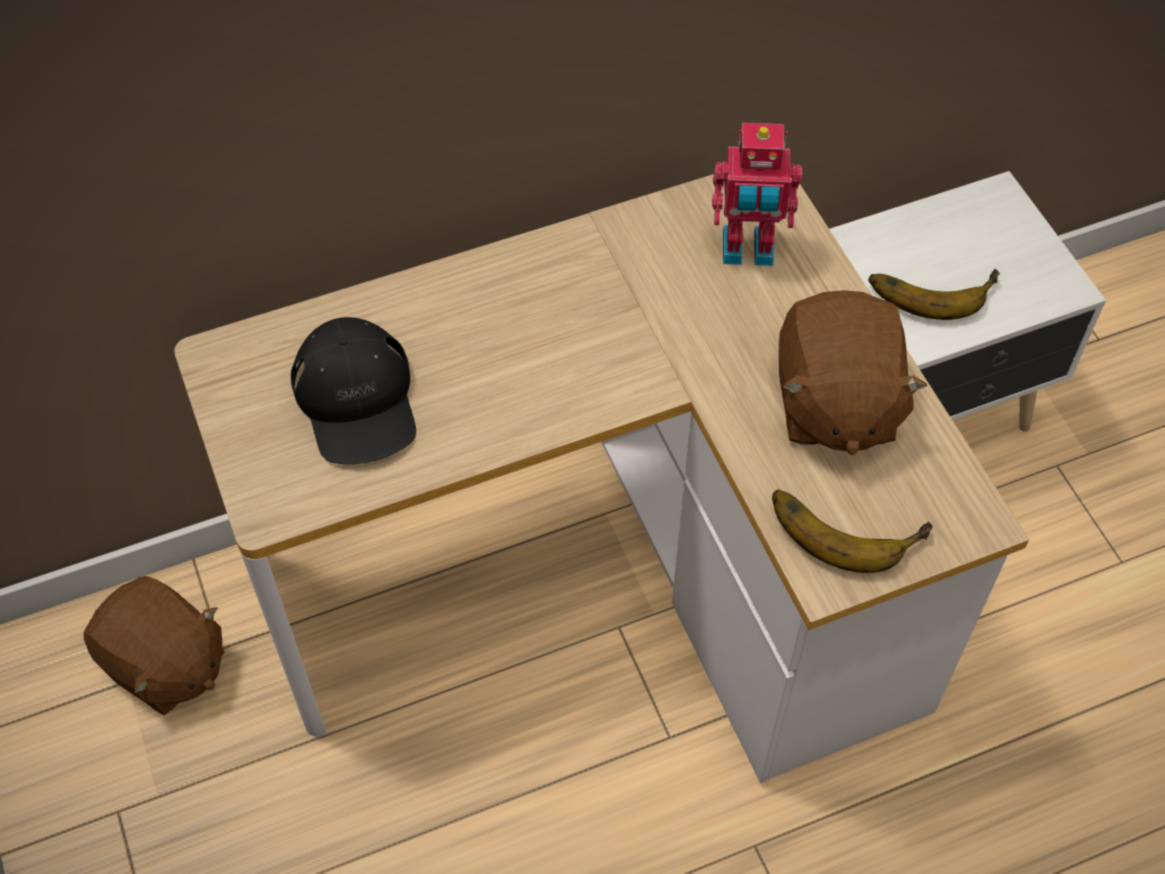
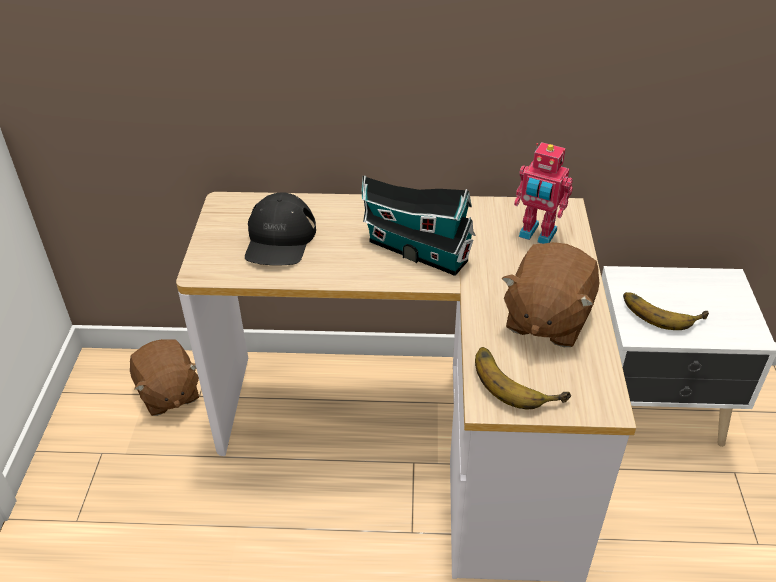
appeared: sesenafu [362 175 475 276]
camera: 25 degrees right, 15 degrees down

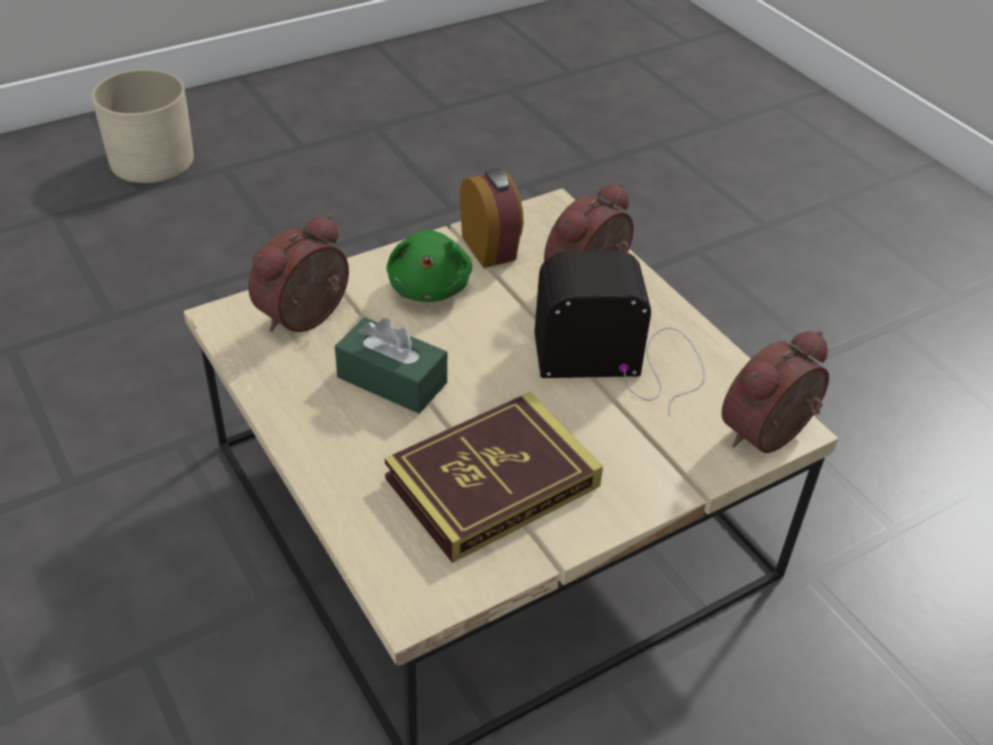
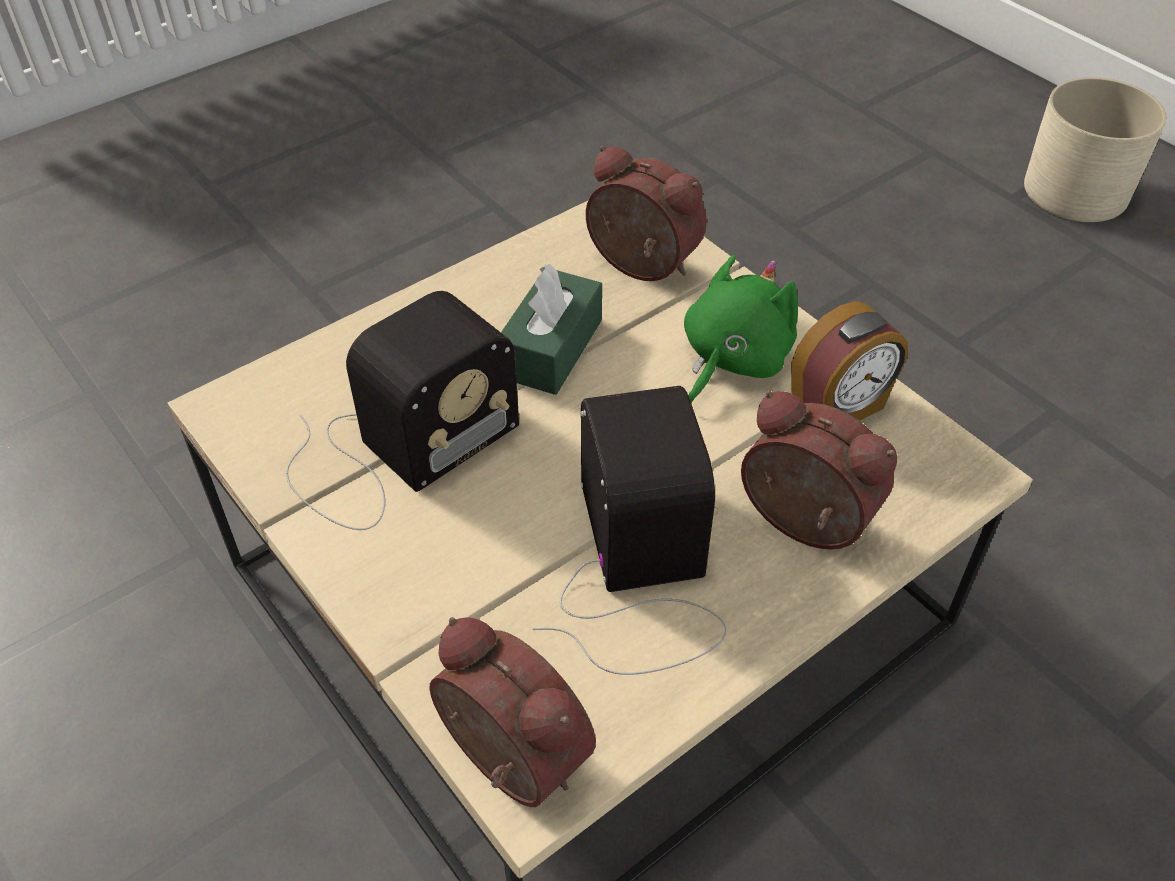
exchanged: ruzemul [384 392 603 563] to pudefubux [286 291 519 530]
spun: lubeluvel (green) [386 230 472 302] = [684 255 798 404] 135 degrees clockwise
camera: 85 degrees right, 5 degrees up

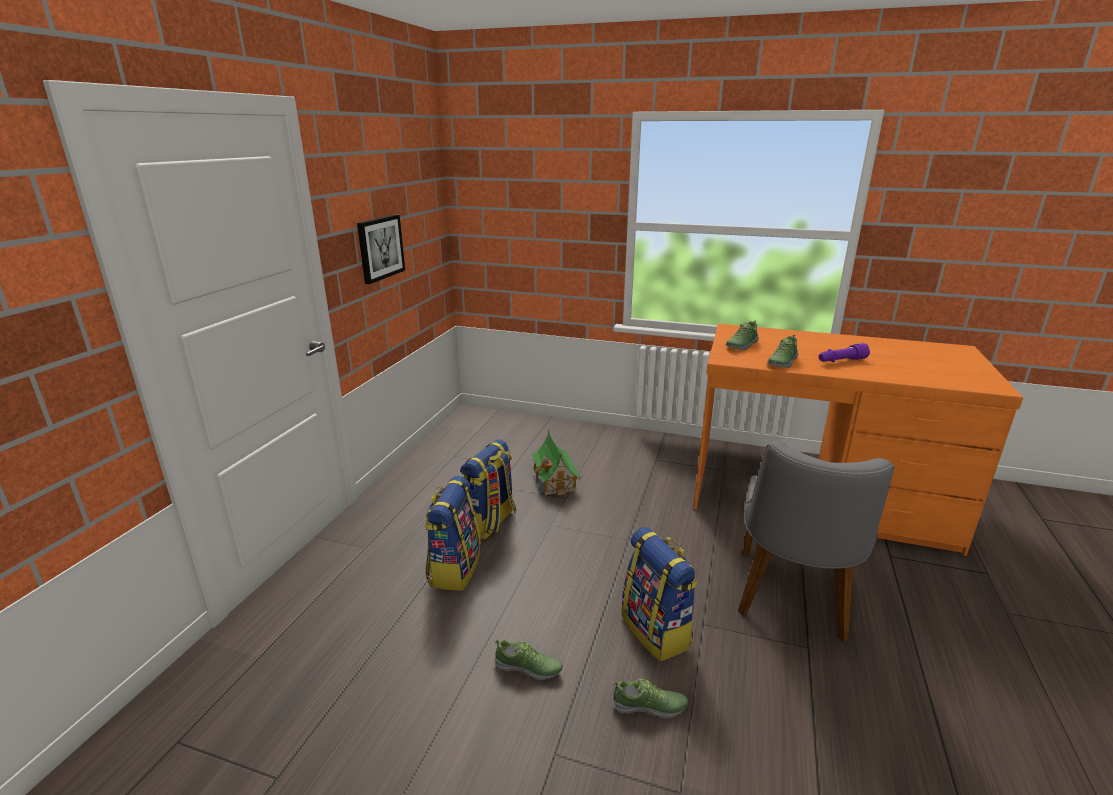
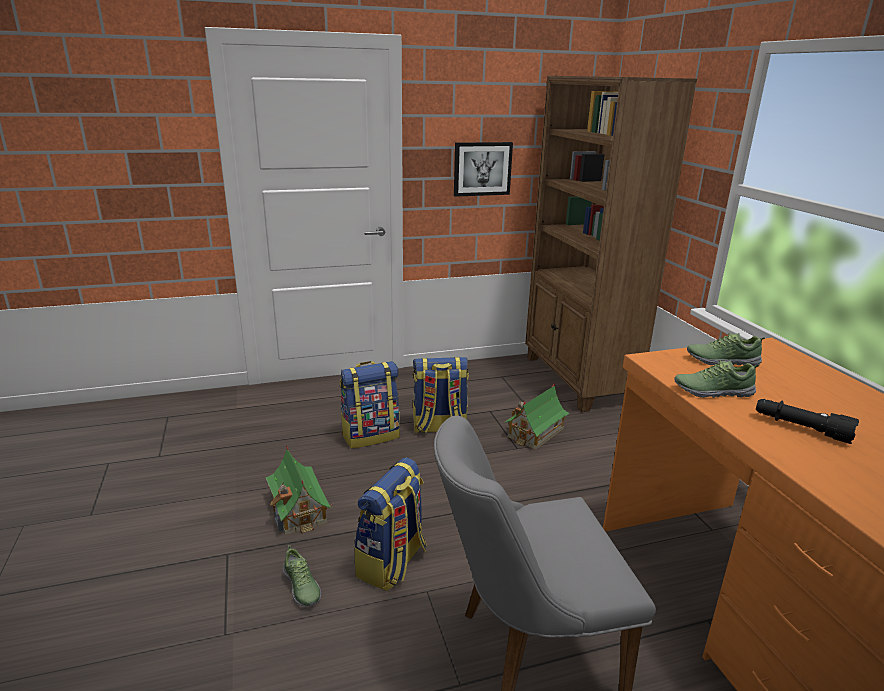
appeared: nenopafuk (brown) [525 76 697 412]
exchanged: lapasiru [494 640 563 680] to sesenafu [266 445 333 535]
colour: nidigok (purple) [819 343 870 362] to nidigok (black) [756 399 859 444]
camera: 55 degrees right, 0 degrees up

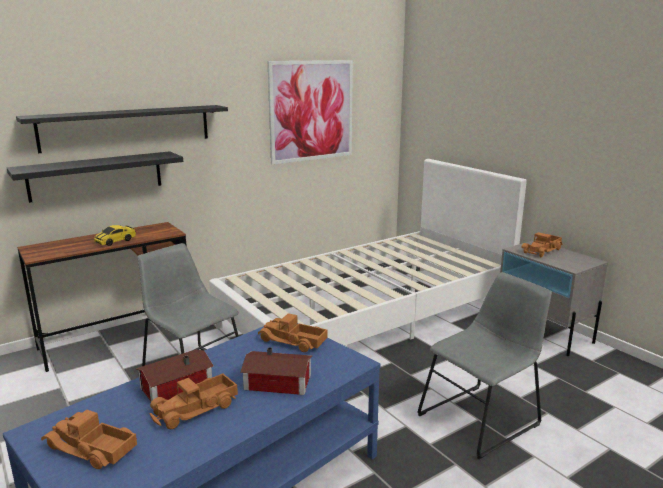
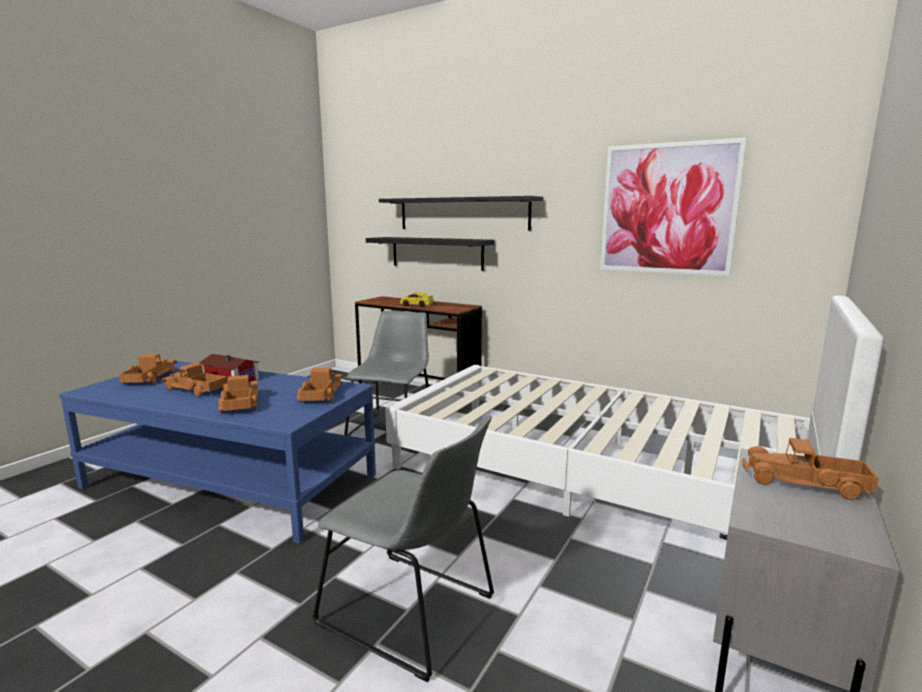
exchanged: sesenafu [240 347 312 395] to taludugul [218 375 258 413]
camera: 65 degrees right, 5 degrees down

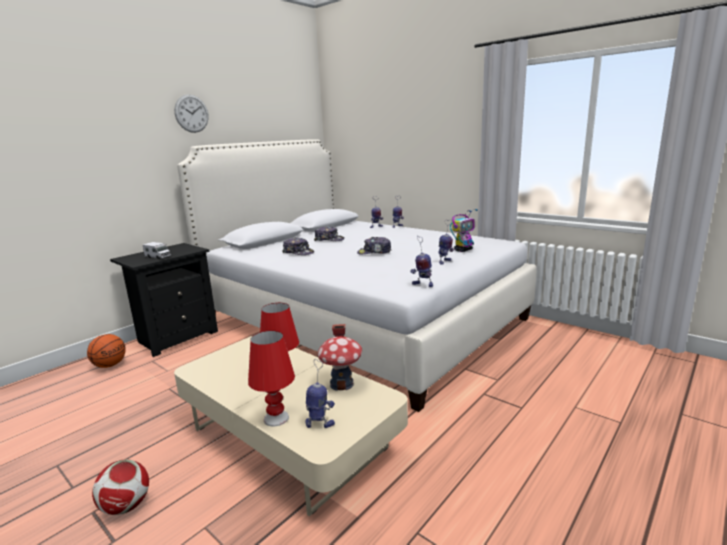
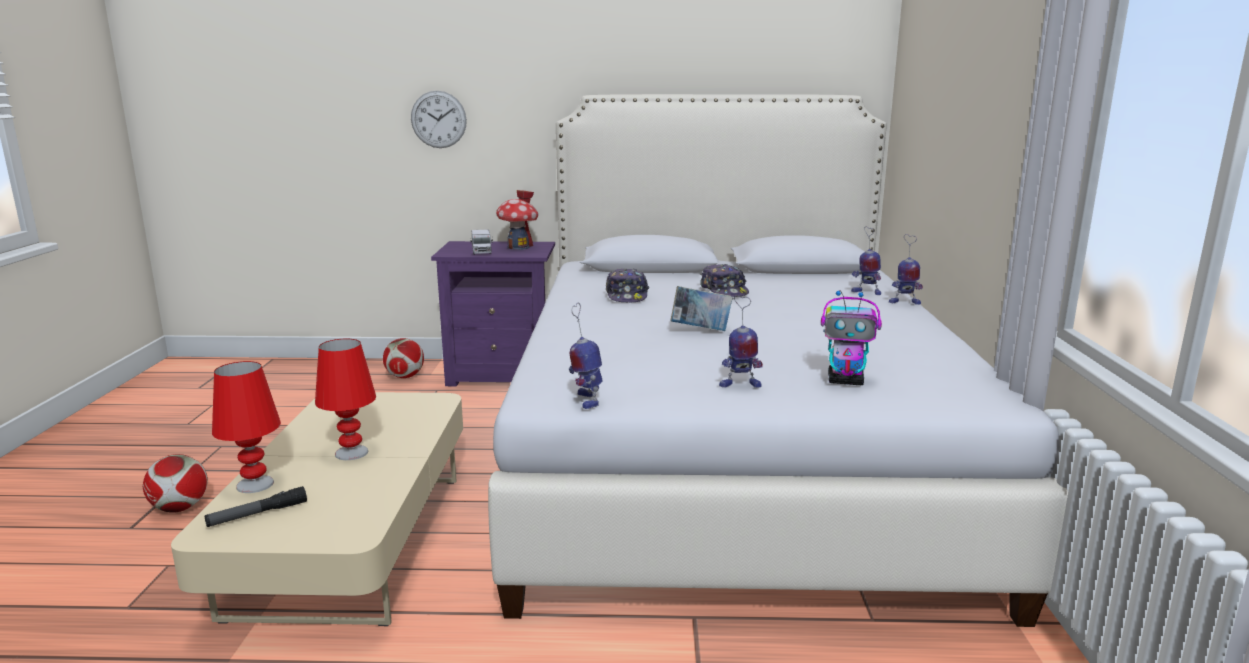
relocated: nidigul [174 94 209 133] to [411 91 467 148]; sesenafu [318 324 362 391] to [496 190 538 250]
exchanged: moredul [357 237 392 255] to ruzemul [671 286 733 331]; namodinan [87 334 126 368] to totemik [383 338 424 378]; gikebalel [305 359 335 428] to nidigok [205 486 307 527]
colour: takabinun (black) [110 243 218 357] to takabinun (purple) [431 241 555 386]
camera: 50 degrees right, 0 degrees up

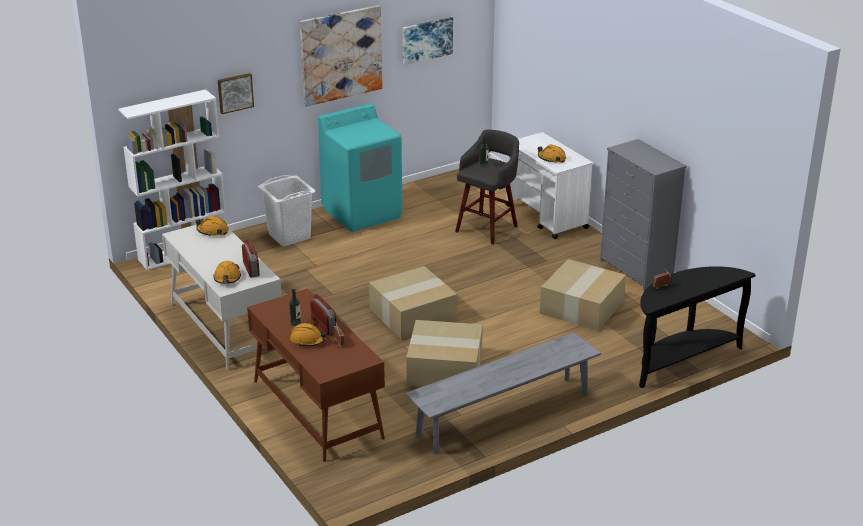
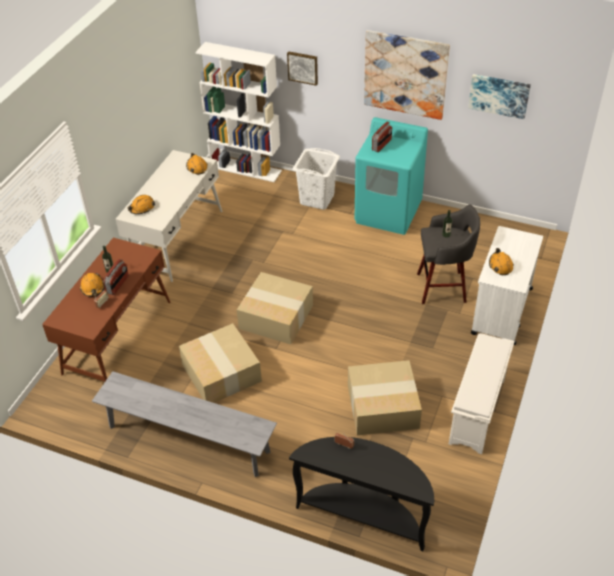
relocated: pudefubux [242 239 260 277] to [372 121 392 152]
exchanged: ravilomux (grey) [600 139 687 291] to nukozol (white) [449 333 514 454]
camera: 55 degrees right, 15 degrees up

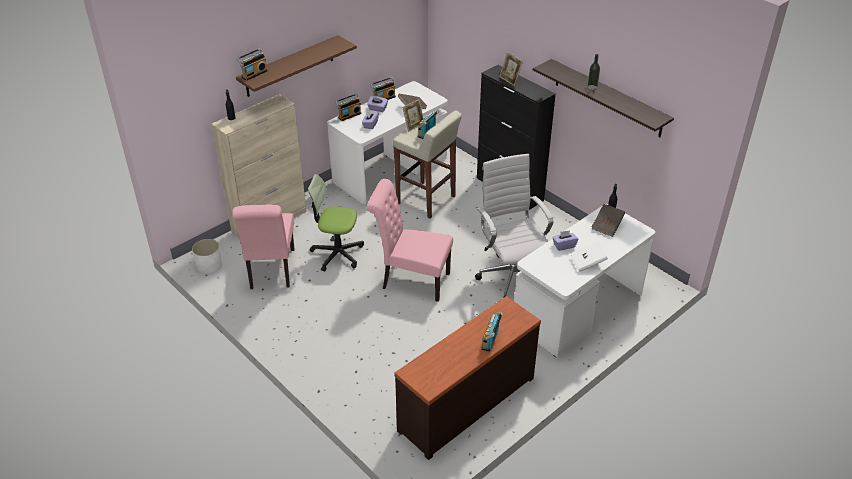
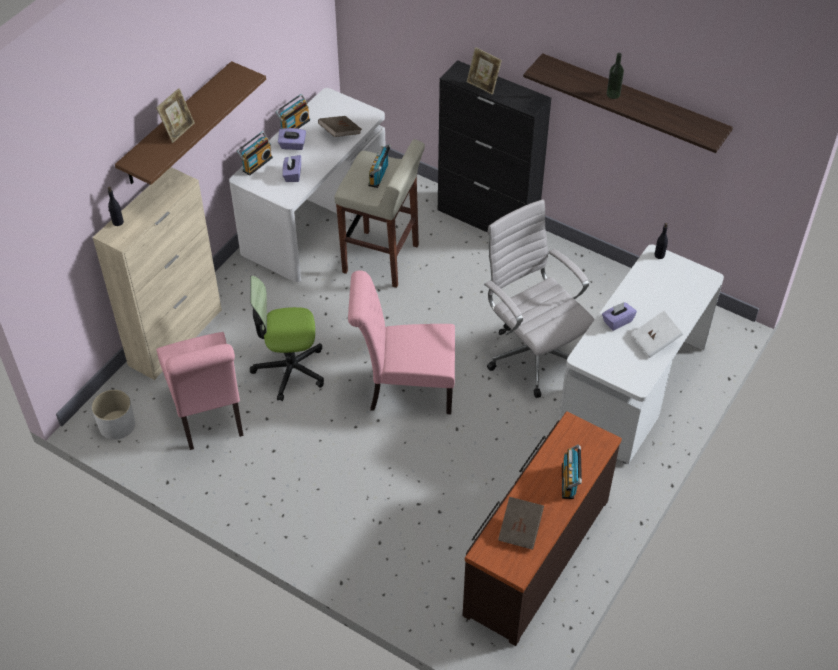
missing: pudefubux [237 48 268 81]
relocated: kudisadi [402 99 424 132] to [156 88 195 143]; ruzemul (brown) [592 204 625 237] to [498 497 544 550]
camera: 15 degrees left, 10 degrees up

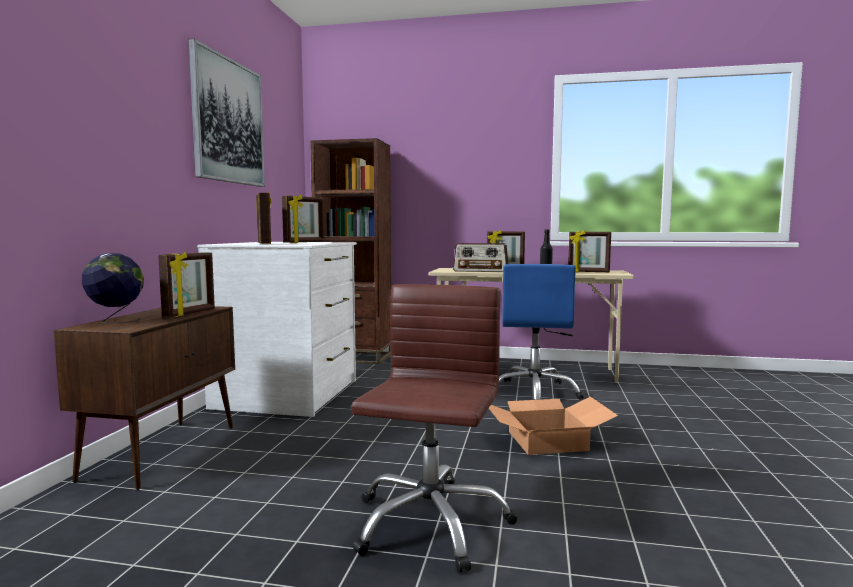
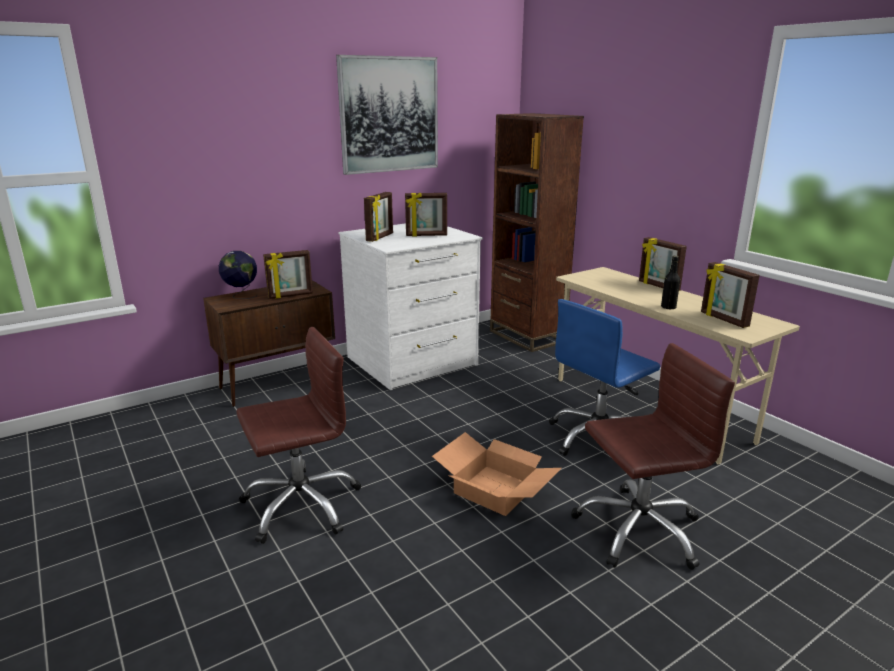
missing: pudefubux [453 243 508 272]
appeared: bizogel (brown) [571 343 735 570]
camera: 45 degrees right, 15 degrees up

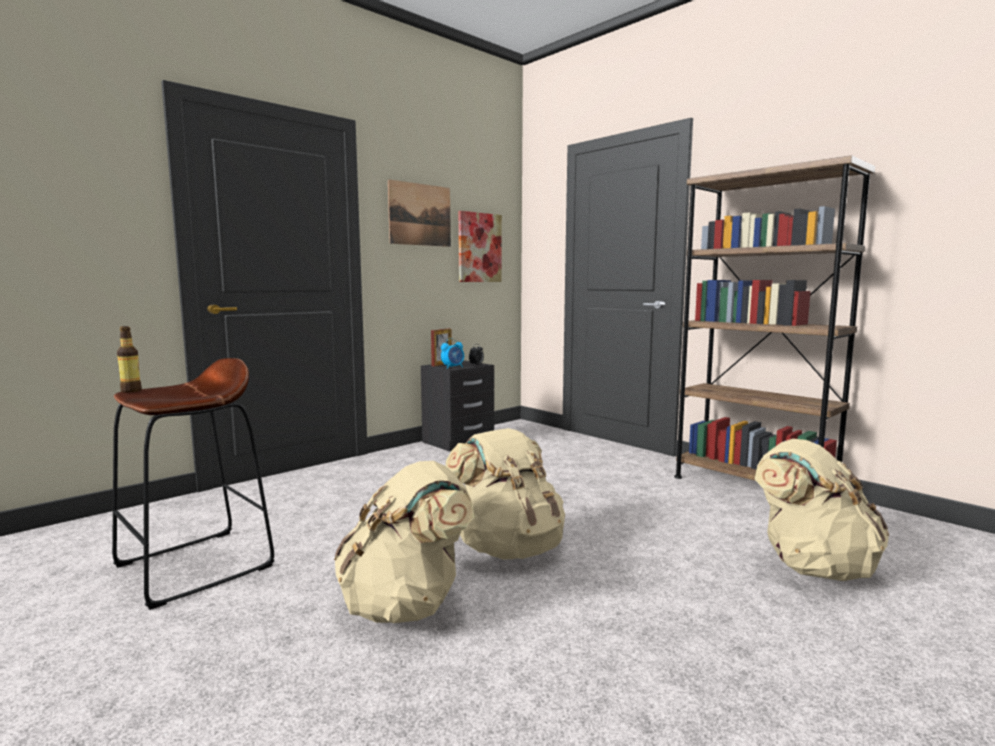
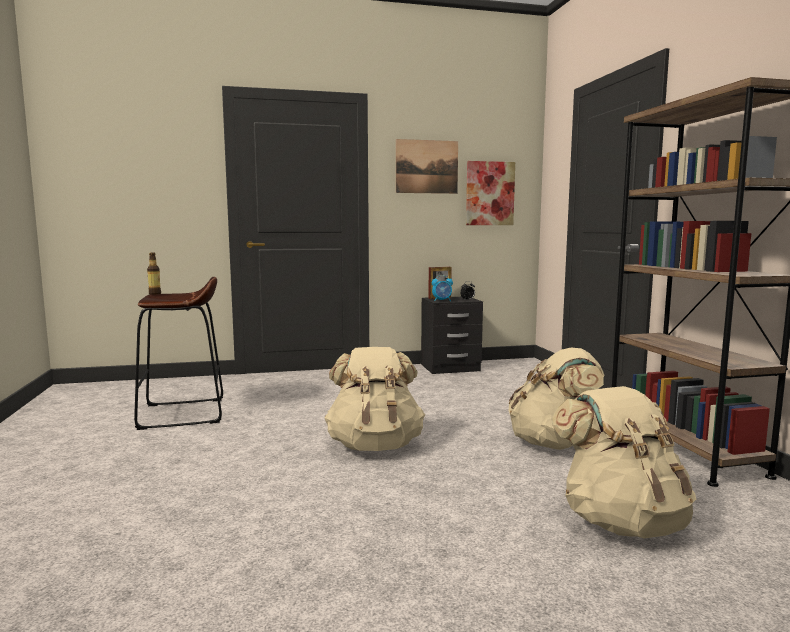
relocated: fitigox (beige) [334 461 474 623] to [509 348 604 450]
camera: 30 degrees right, 0 degrees up

